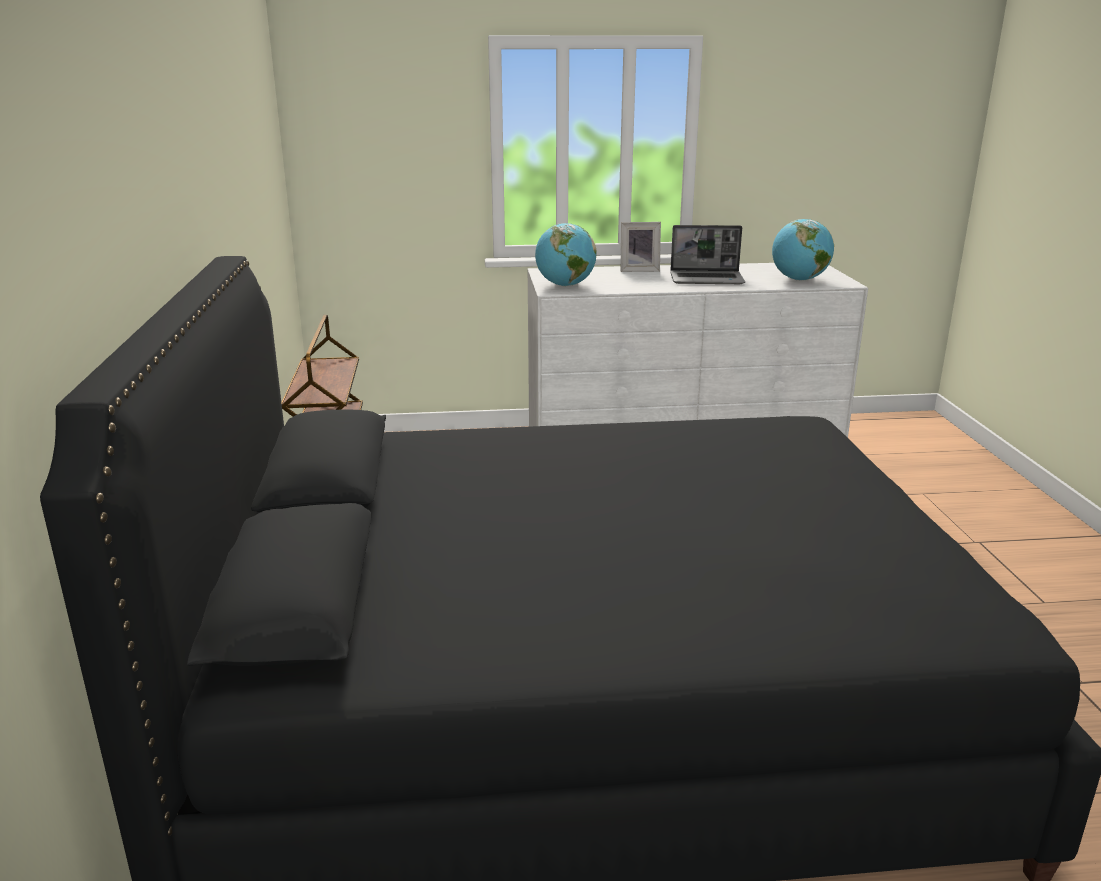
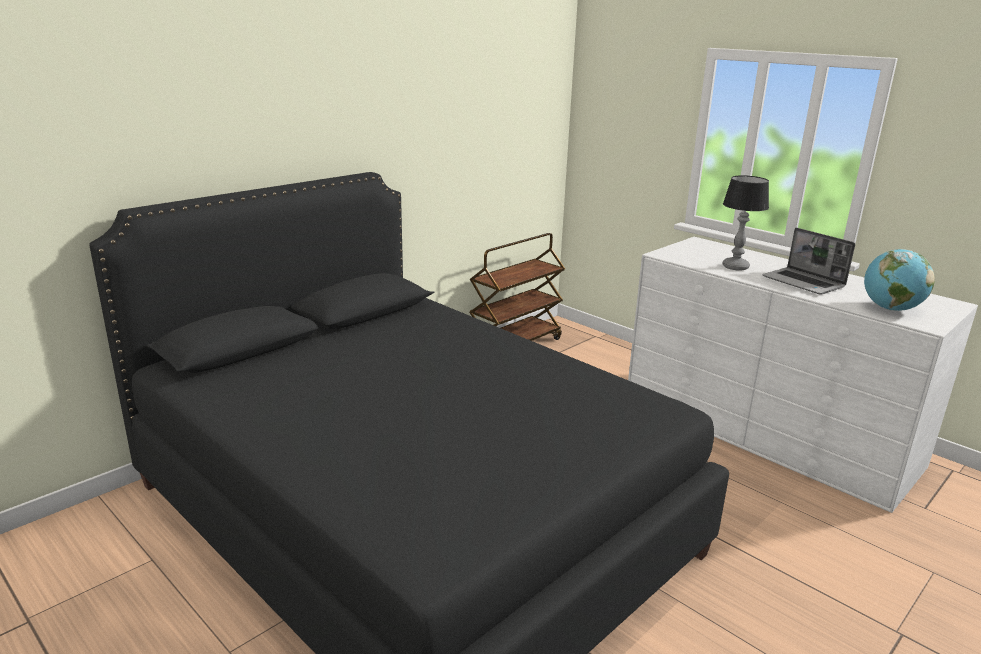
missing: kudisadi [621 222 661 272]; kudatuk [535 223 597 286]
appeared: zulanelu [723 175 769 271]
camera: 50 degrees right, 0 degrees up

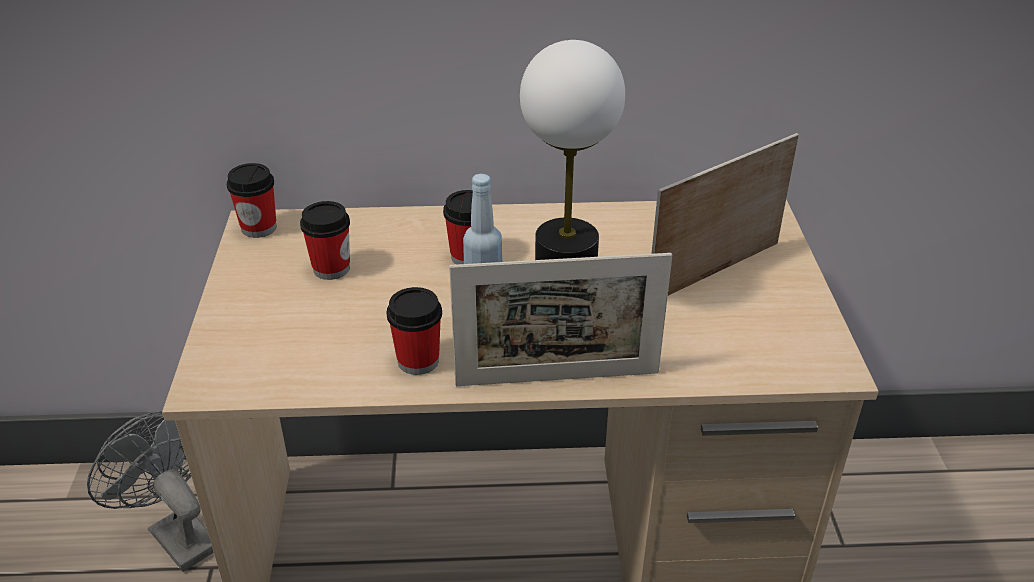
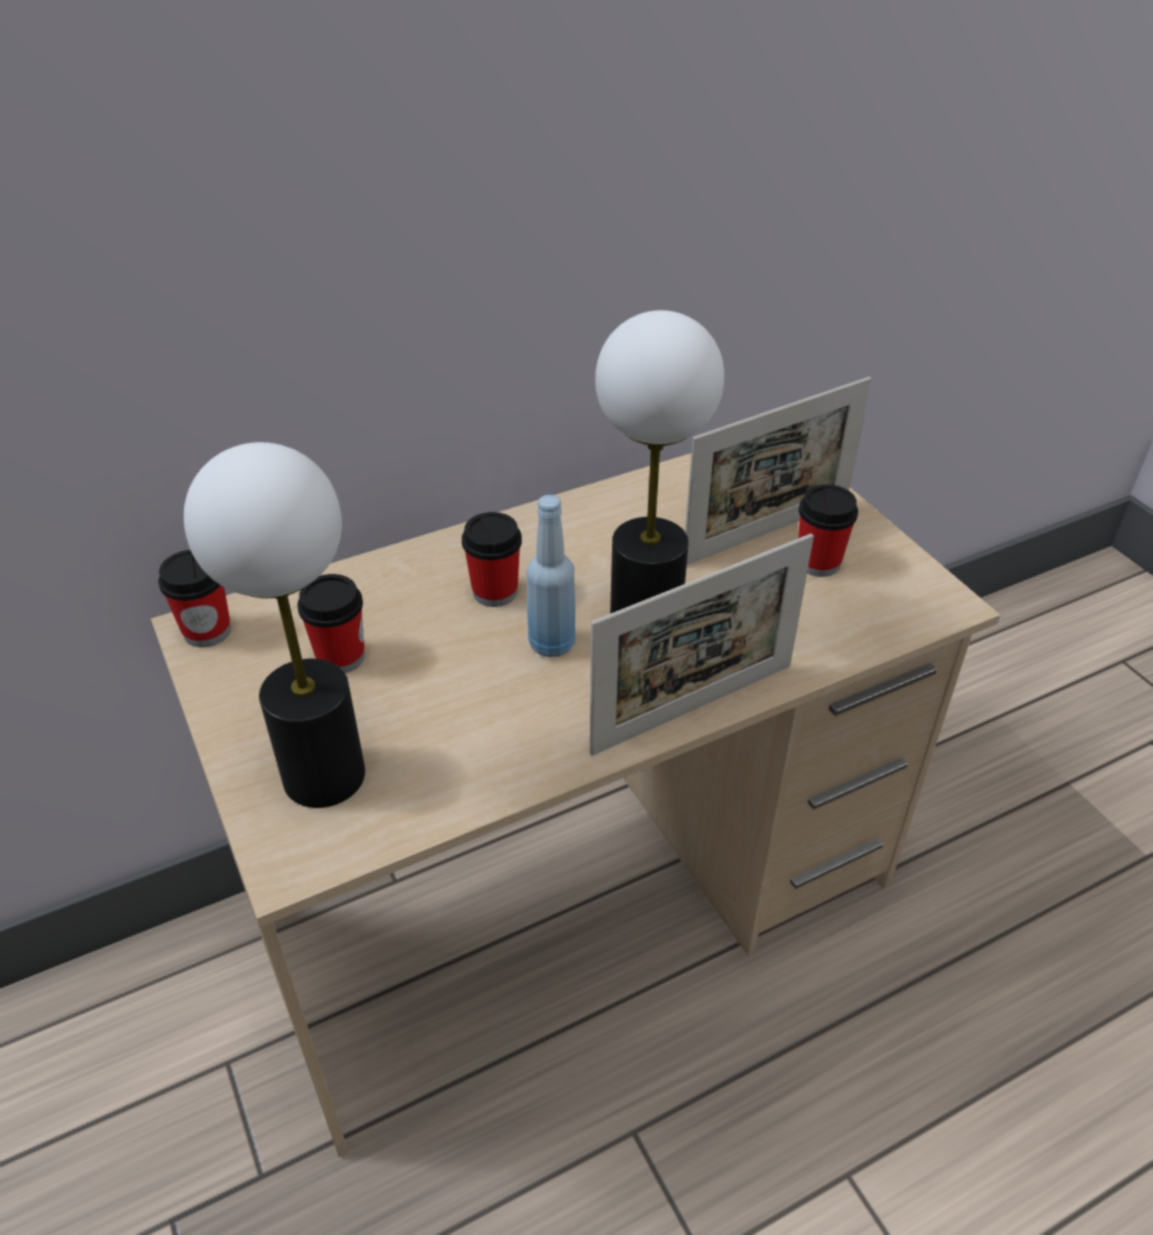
missing: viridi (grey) [87 411 214 572]
appeared: zulanelu [184 442 365 808]
relocated: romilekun [387 287 442 375] to [798 484 858 577]
spun: kudisadi [651 133 799 296] = [685 377 871 565] 150 degrees counterclockwise
camera: 25 degrees left, 5 degrees up

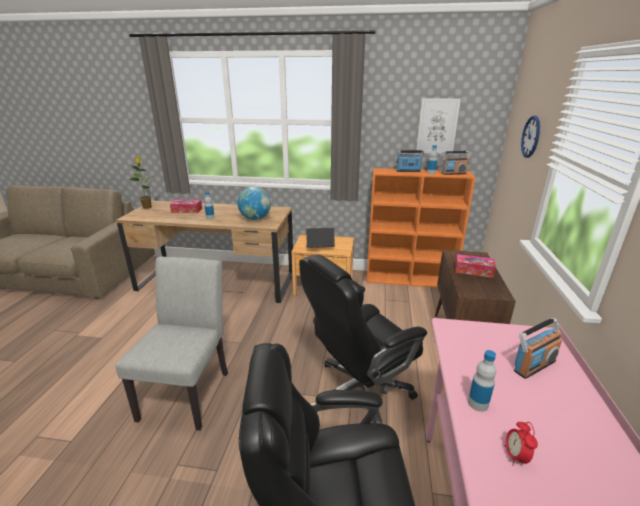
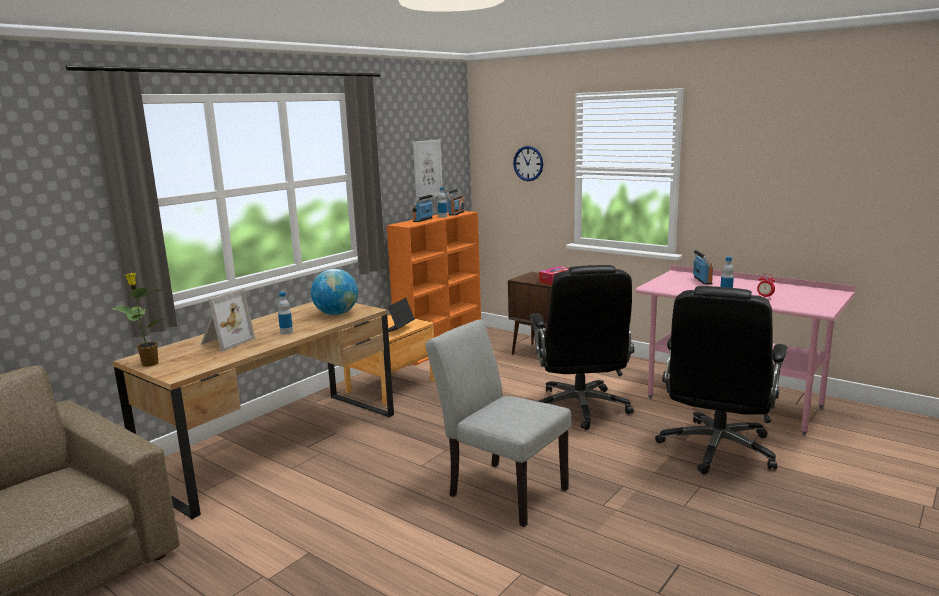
exchanged: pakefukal [170 200 202 213] to kudisadi [201 289 255 351]
camera: 60 degrees left, 10 degrees down

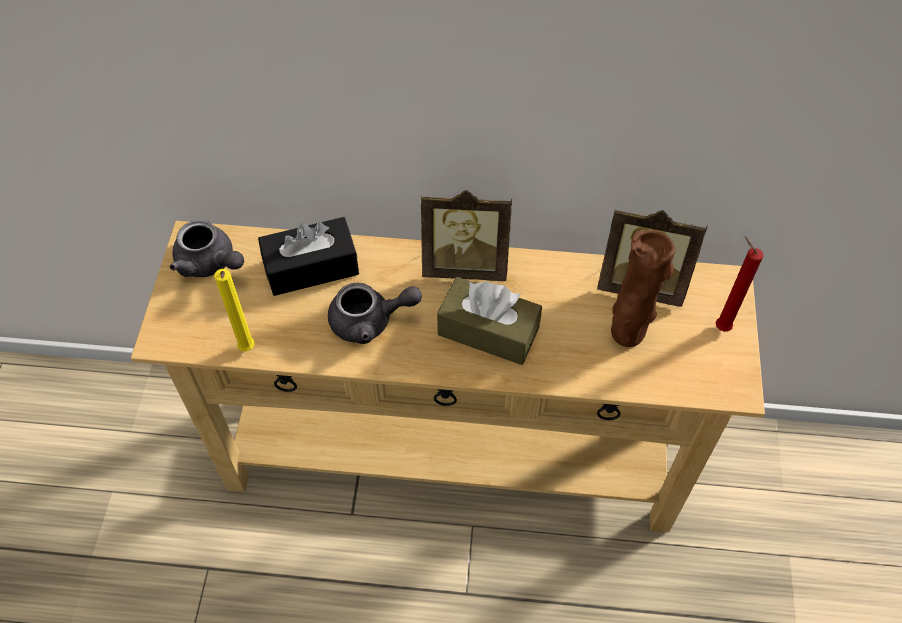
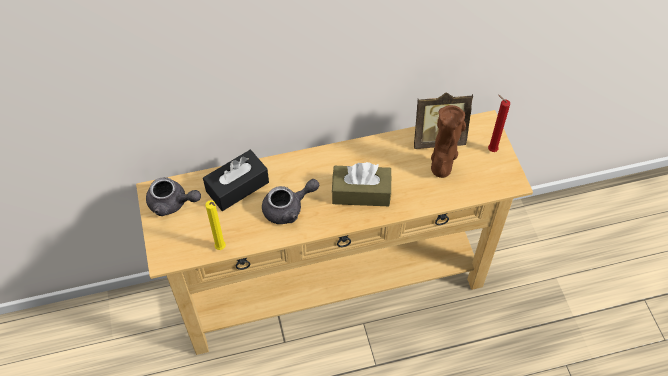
missing: kudisadi [421 190 512 281]
camera: 20 degrees left, 0 degrees up

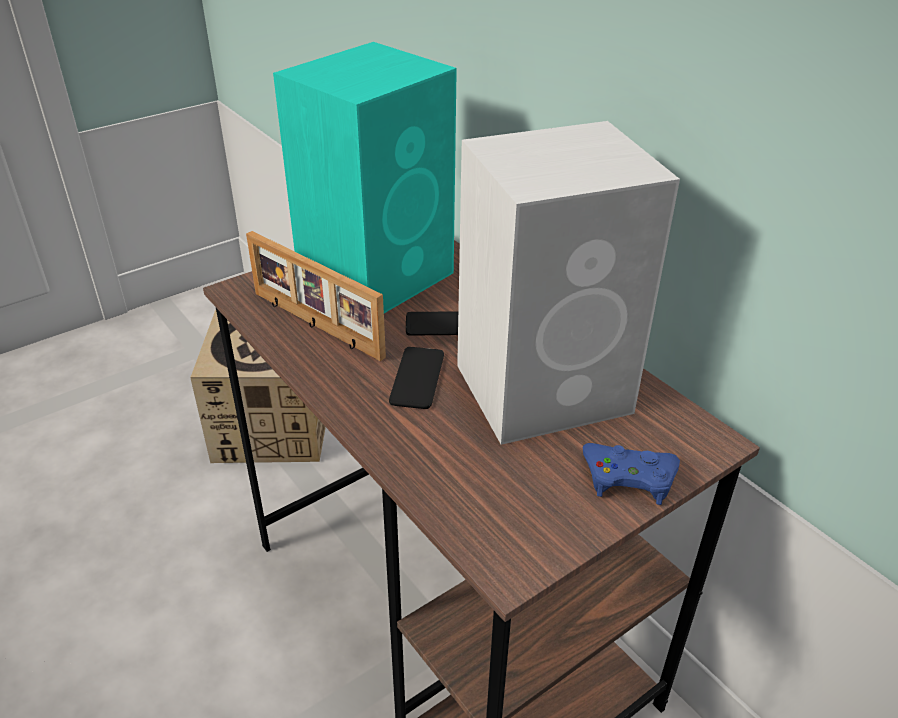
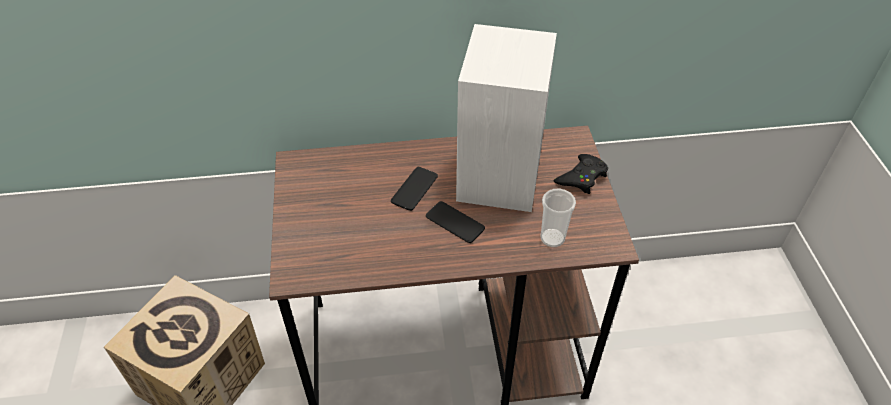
missing: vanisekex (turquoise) [273 42 457 313]; kudisadi [246 231 386 361]
appeared: romilekun [540 189 576 247]
colour: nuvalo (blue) [583 443 680 505] to nuvalo (black) [554 154 608 194]
camera: 60 degrees left, 10 degrees up

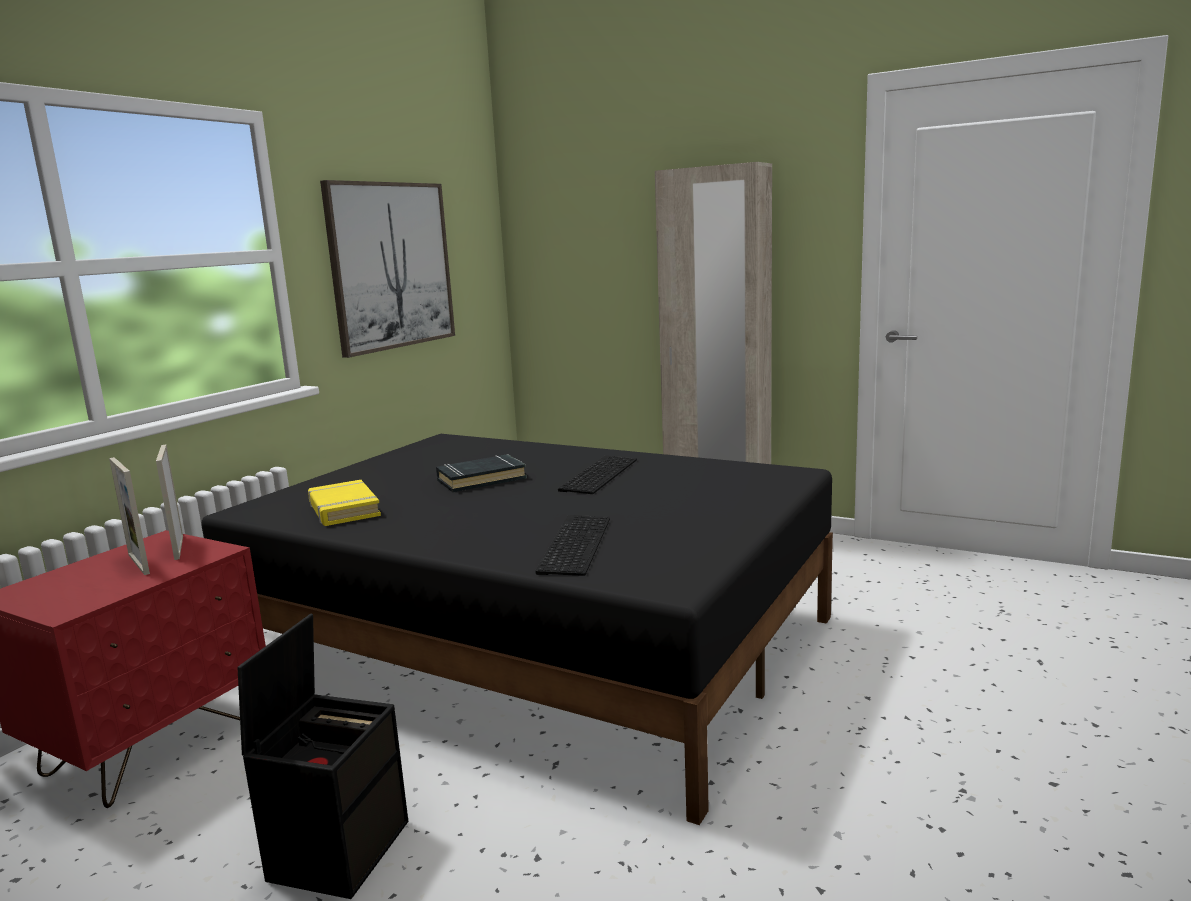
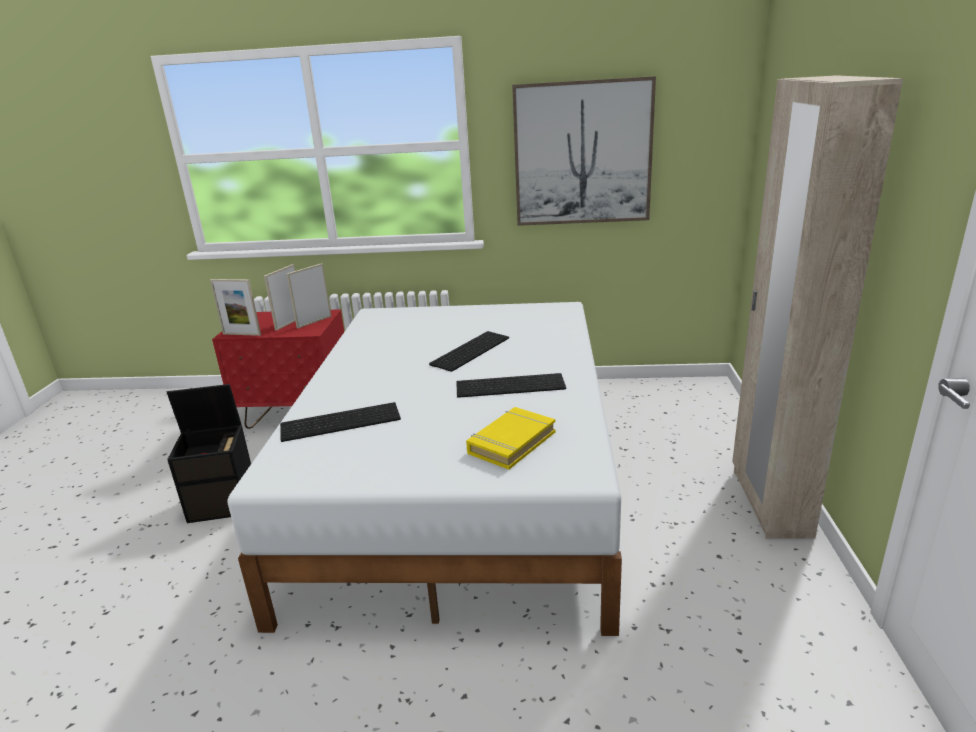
appeared: kudisadi [210 279 261 336]
relocated: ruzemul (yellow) [308 480 381 526] to [466 407 556 469]
exchanged: ruzemul (black) [436 454 527 492] to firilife [429 331 509 372]
colour: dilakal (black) [202 434 833 825] to dilakal (white) [227 302 622 636]
camera: 65 degrees right, 10 degrees up

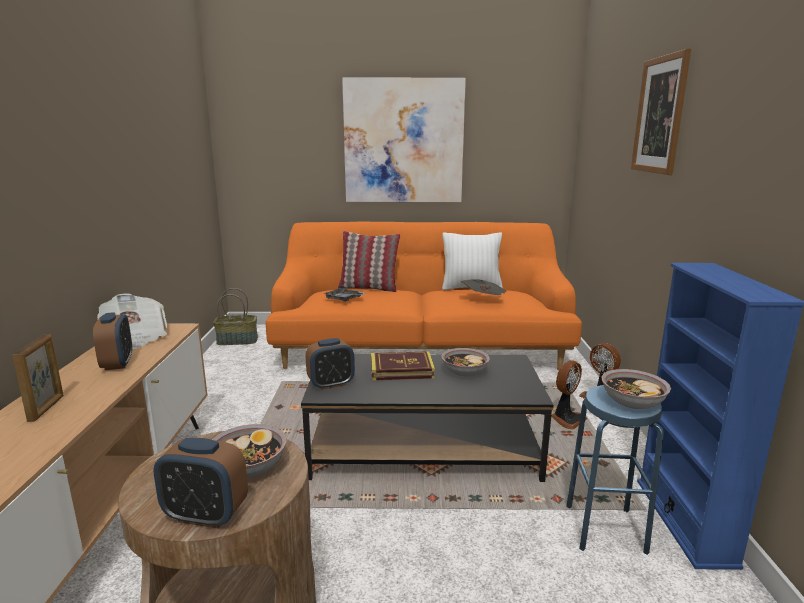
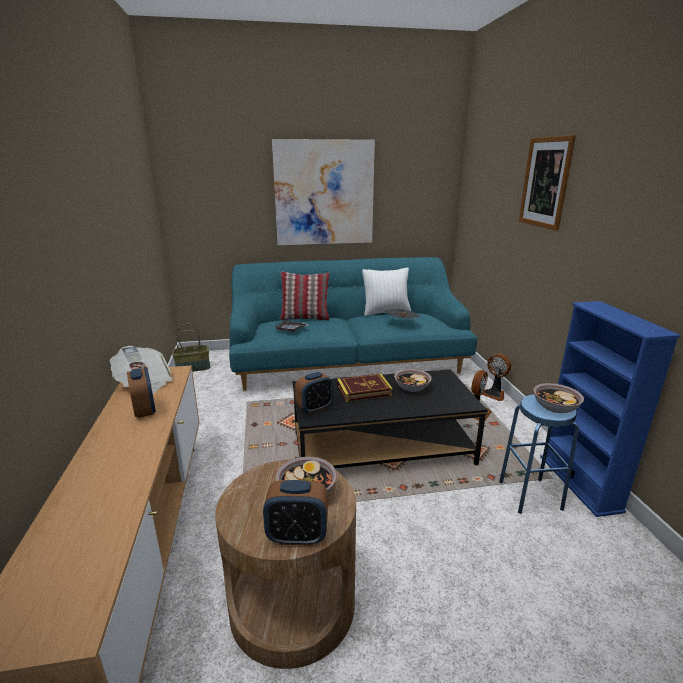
missing: kudisadi [12 334 64 422]
colour: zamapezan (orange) [266 222 582 370] to zamapezan (turquoise) [229 257 477 390]
camera: 10 degrees left, 5 degrees up

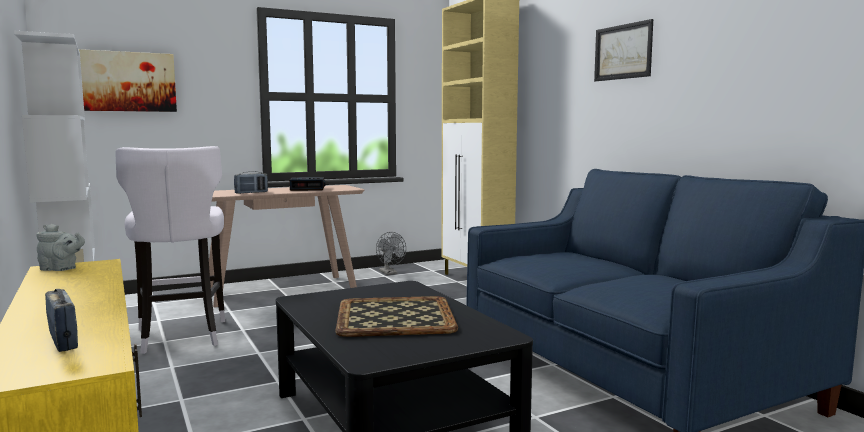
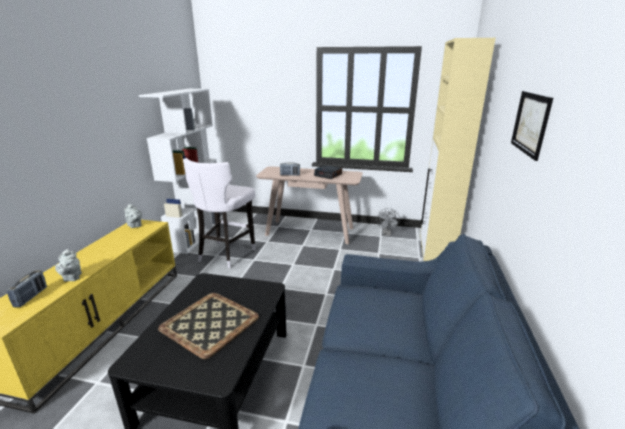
missing: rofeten [79 49 177 112]
appeared: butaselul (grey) [55 248 82 282]
camera: 40 degrees right, 15 degrees up

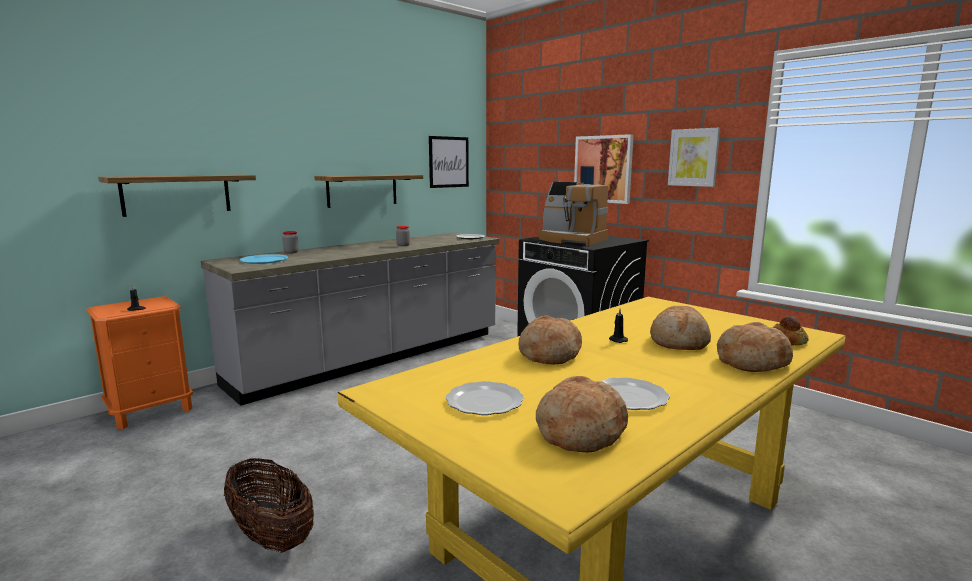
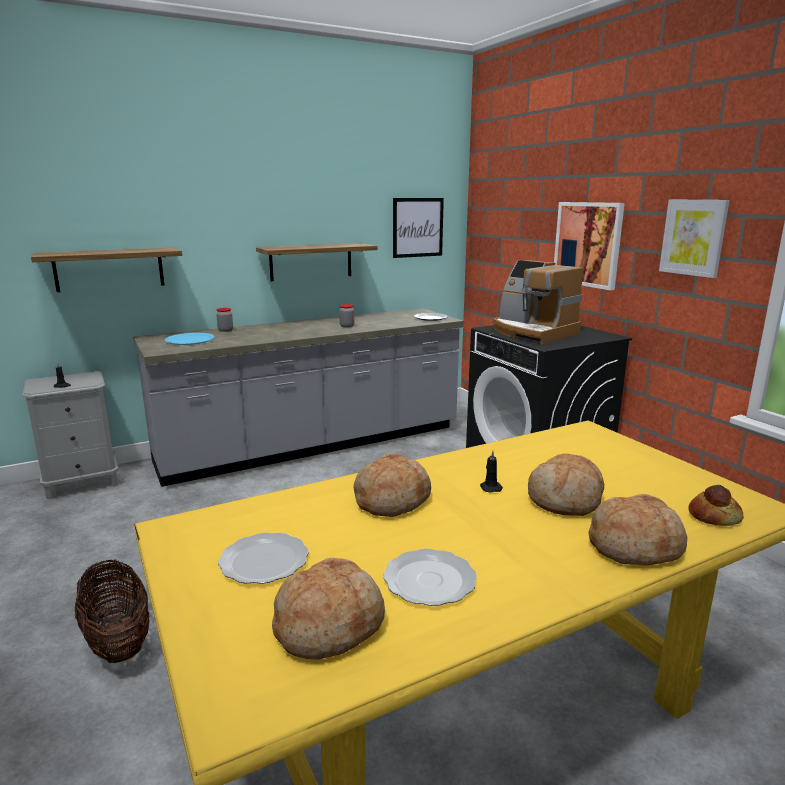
colour: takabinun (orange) [86 296 193 429] to takabinun (grey) [22 371 119 499]
camera: 15 degrees right, 5 degrees up

